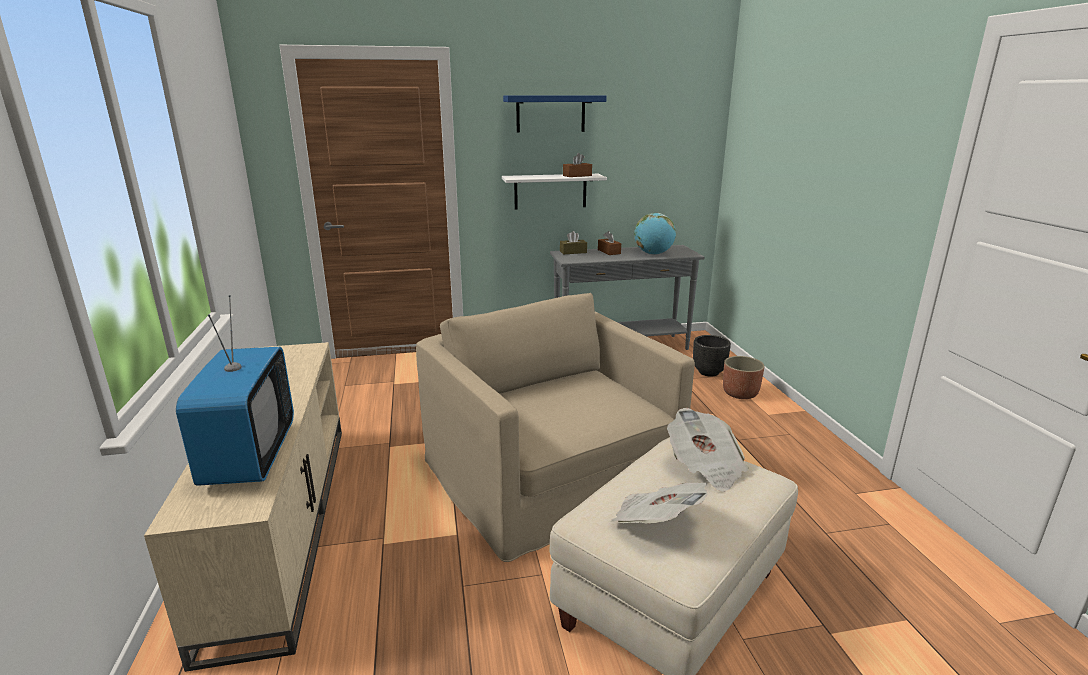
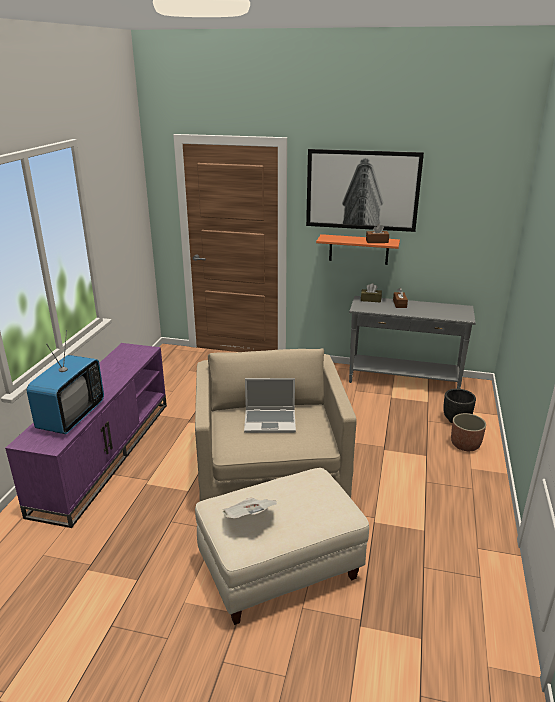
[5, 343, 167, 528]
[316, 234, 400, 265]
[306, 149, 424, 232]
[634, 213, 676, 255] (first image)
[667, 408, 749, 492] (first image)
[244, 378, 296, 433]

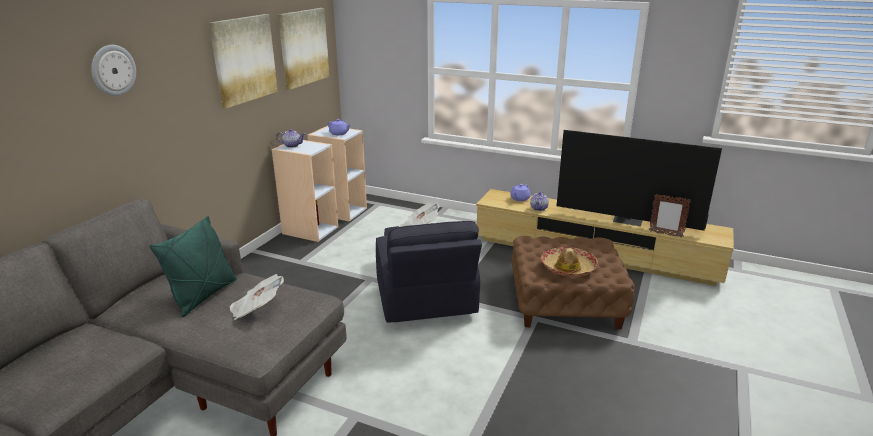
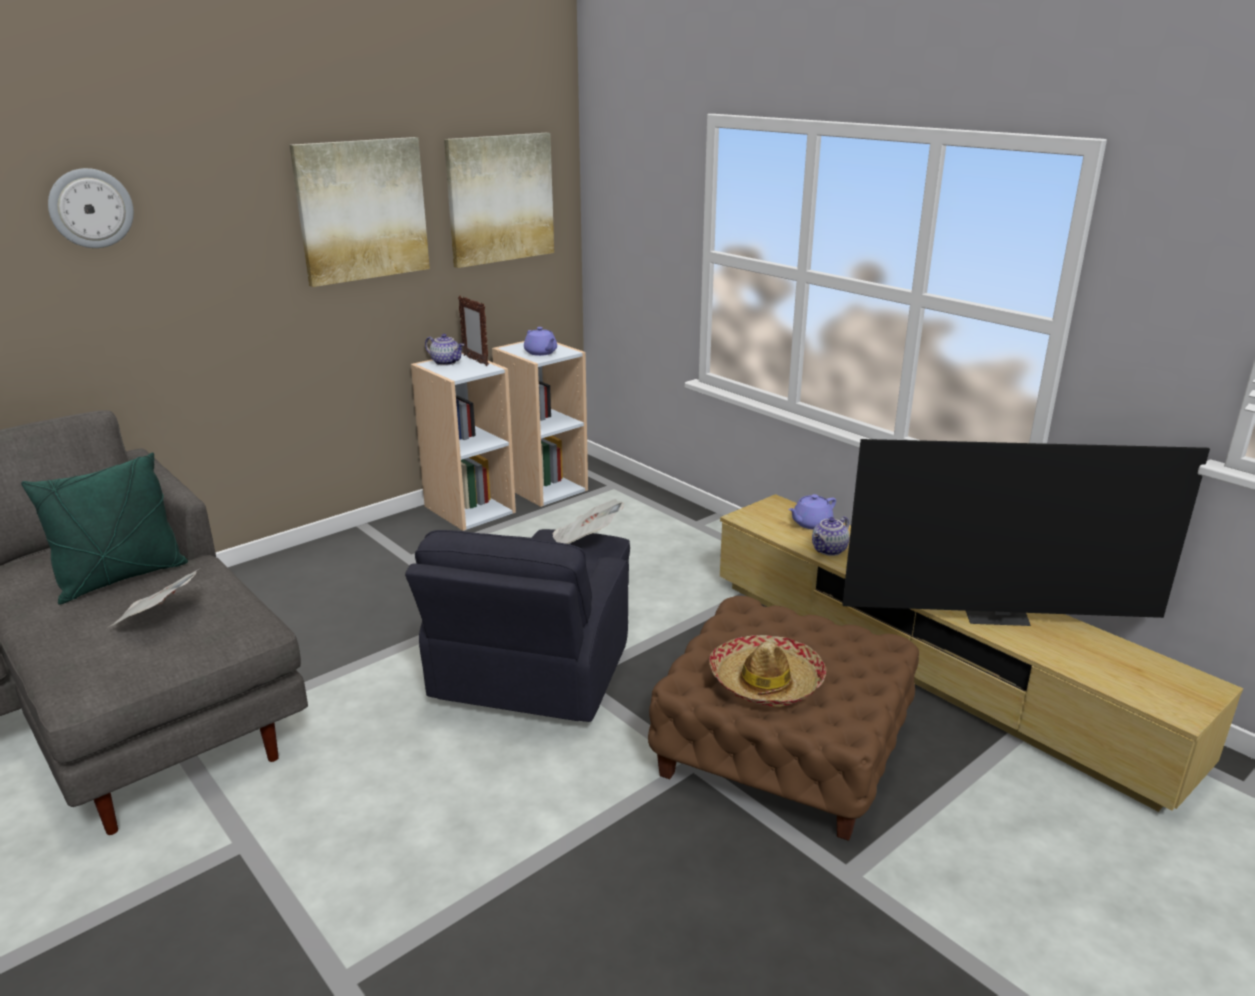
[842, 439, 1210, 626]
[458, 296, 489, 366]

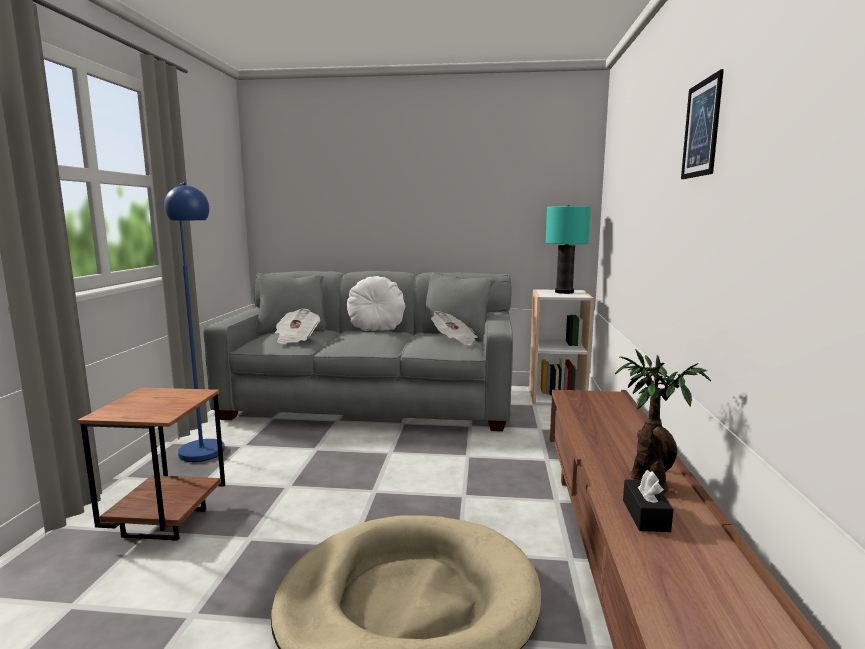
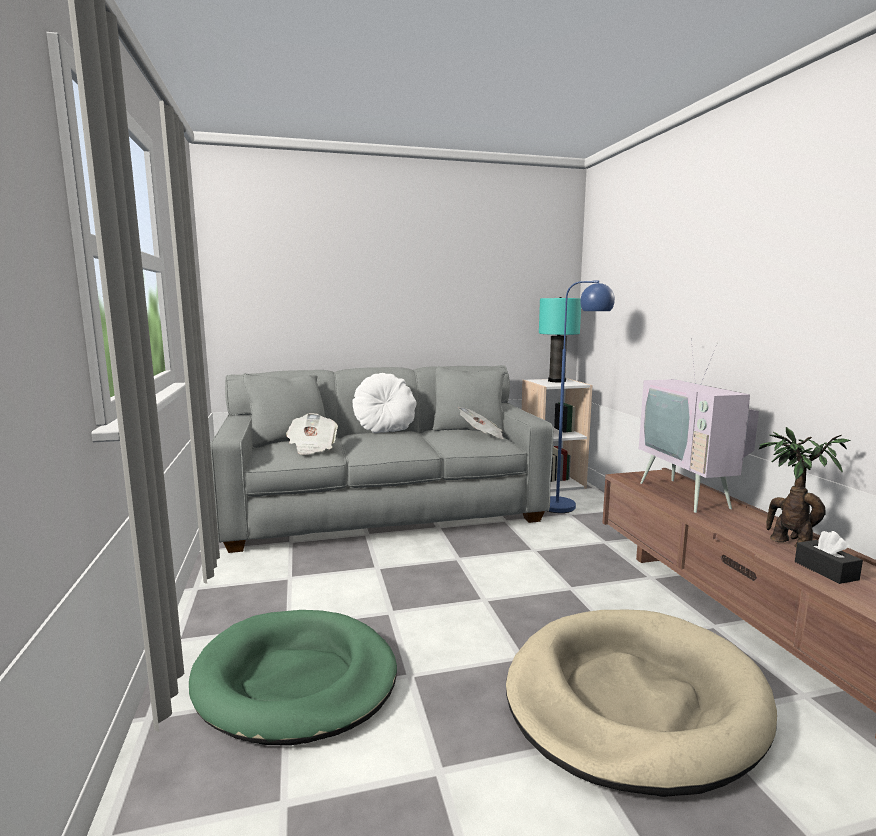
[189, 610, 397, 745]
[548, 280, 615, 513]
[681, 69, 724, 179] (first image)
[639, 338, 759, 513]

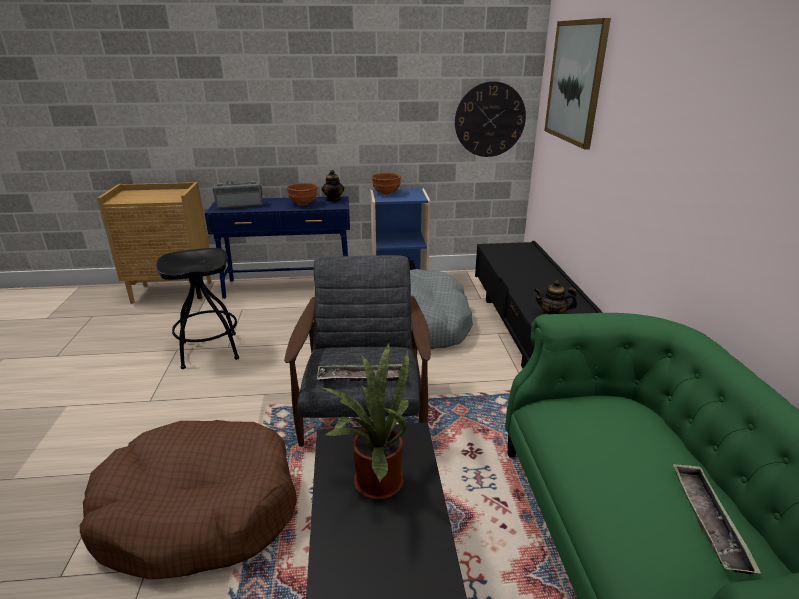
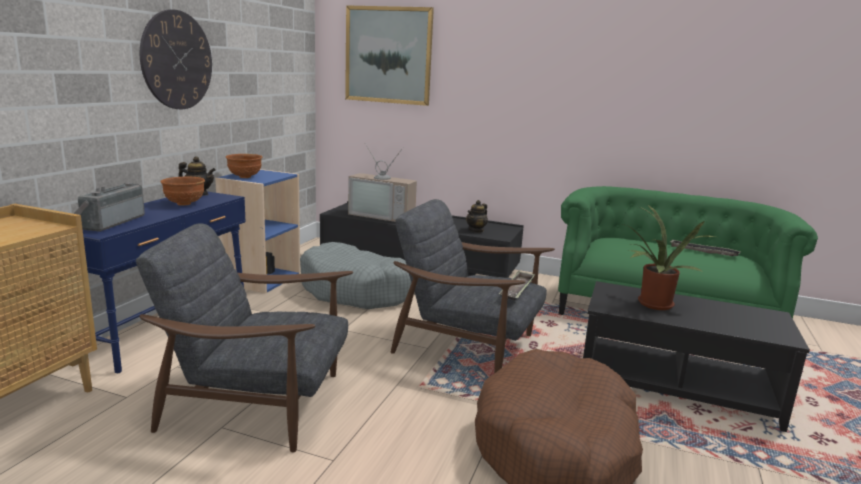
[136, 223, 353, 452]
[140, 9, 212, 109]
[348, 143, 417, 222]

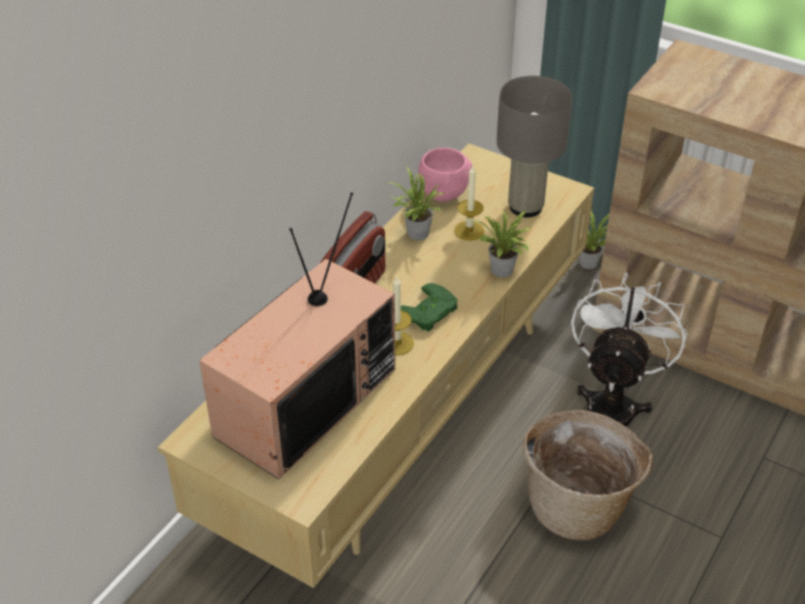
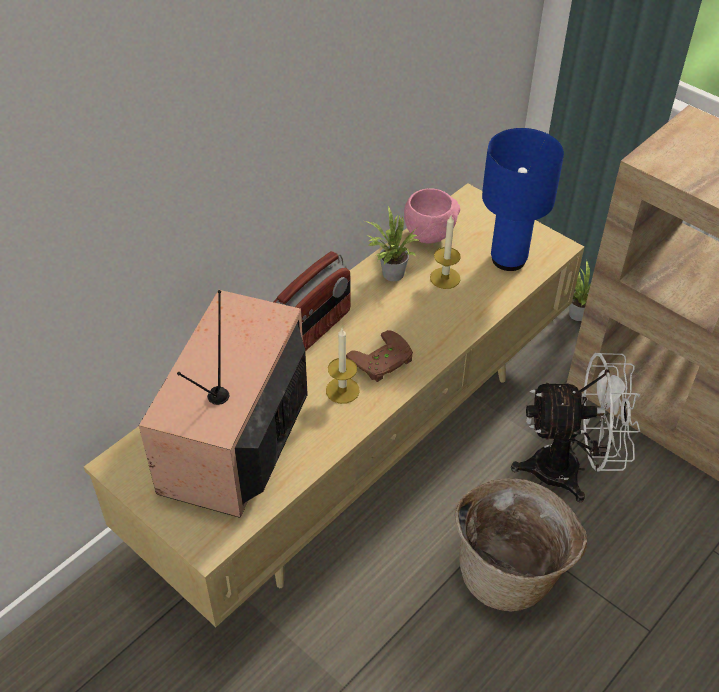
[139, 290, 308, 518]
[346, 330, 413, 382]
[472, 209, 532, 277] (first image)
[482, 128, 564, 271]
[511, 353, 640, 502]

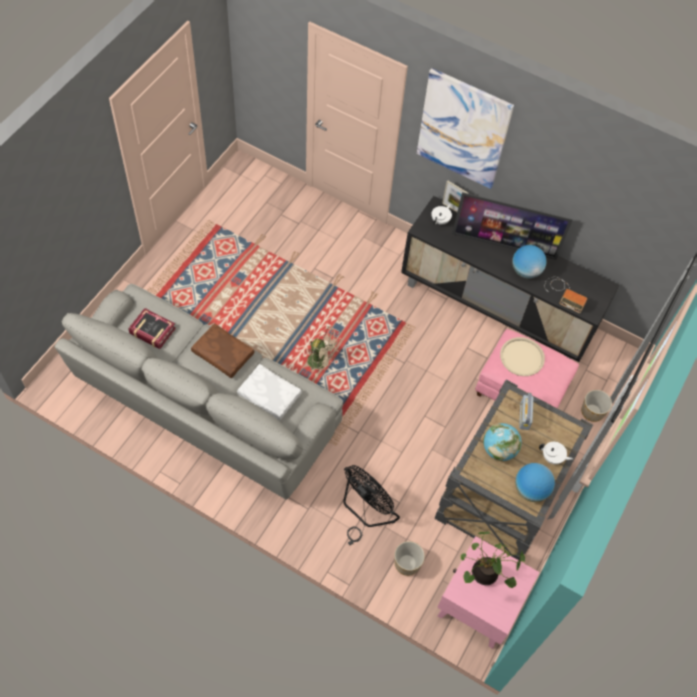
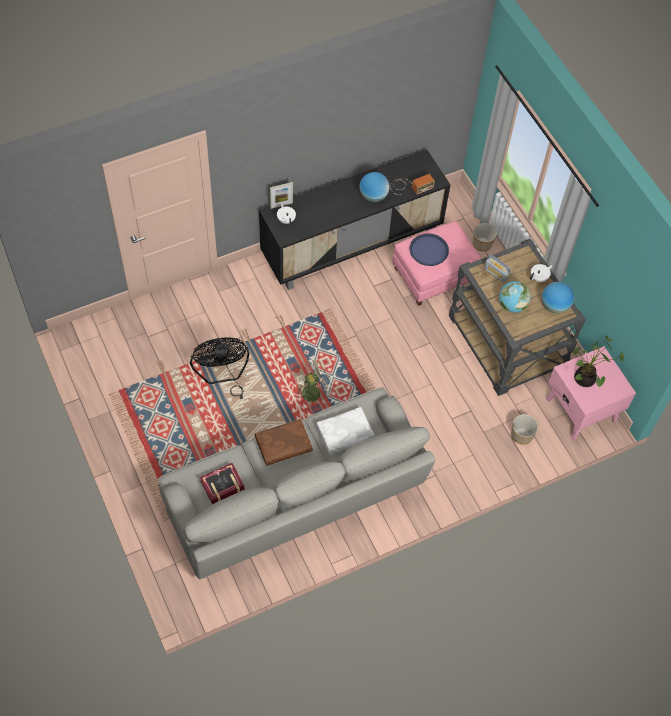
[190, 338, 249, 399]
[417, 68, 514, 189] (first image)
[452, 192, 573, 260] (first image)
[410, 233, 449, 266]

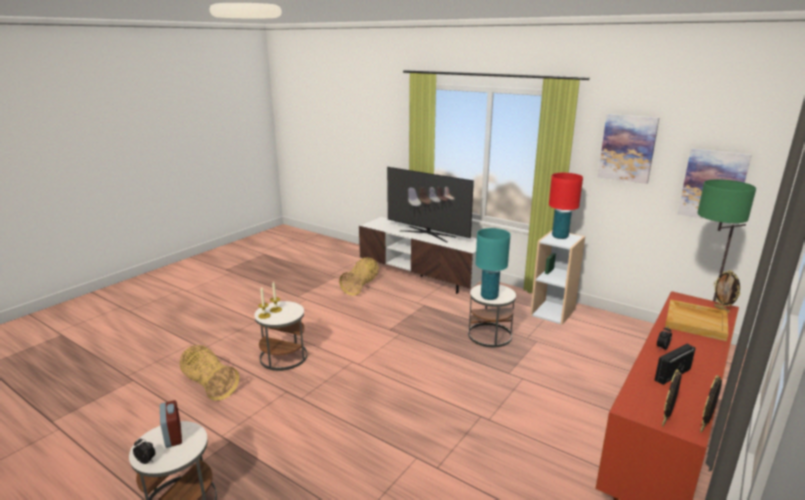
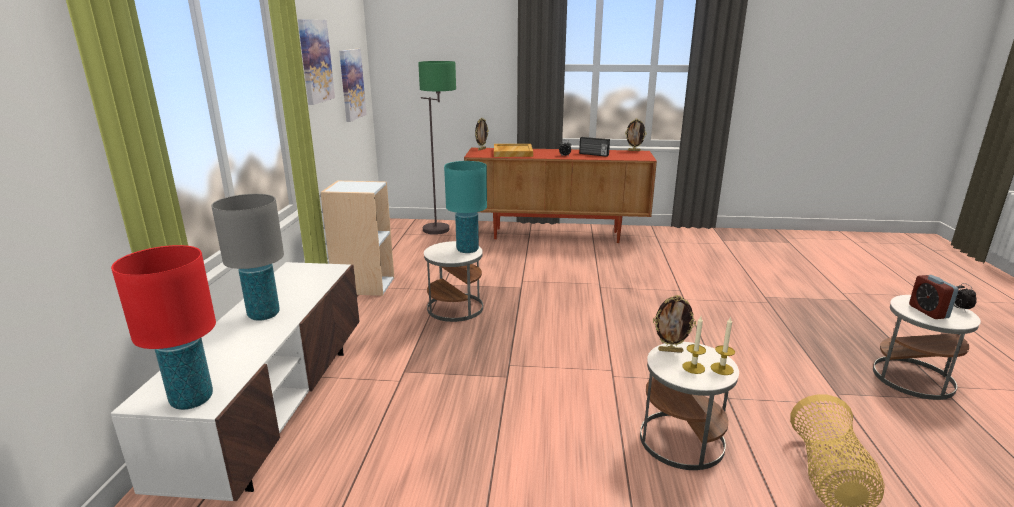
[909, 275, 959, 319]
[339, 258, 379, 295] (first image)
[211, 194, 284, 321]
[111, 245, 216, 410]
[653, 295, 696, 353]

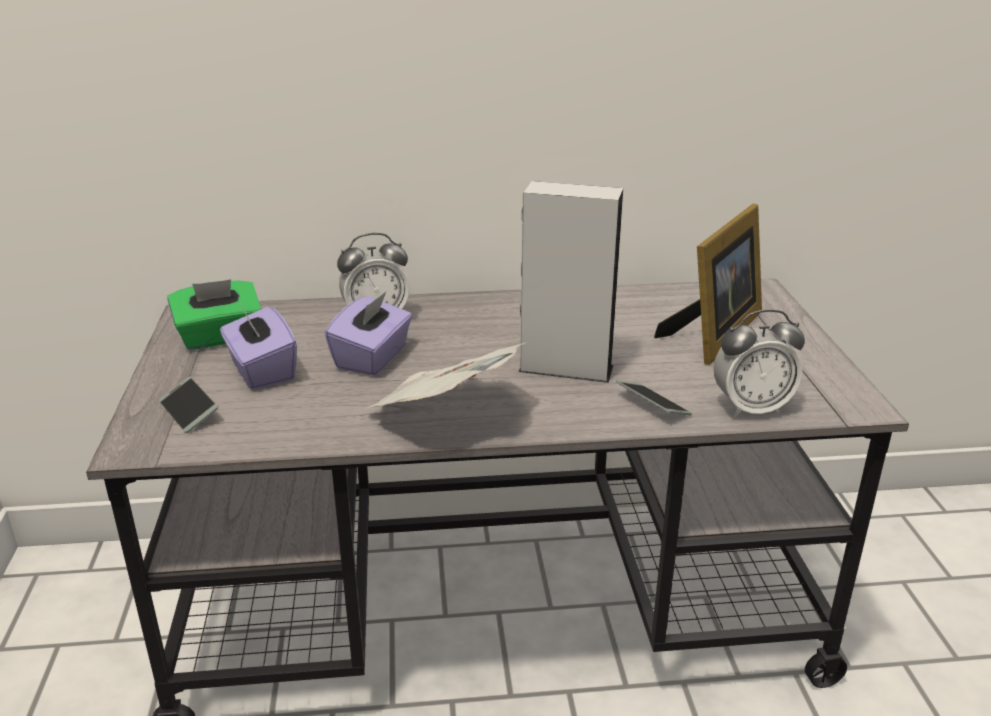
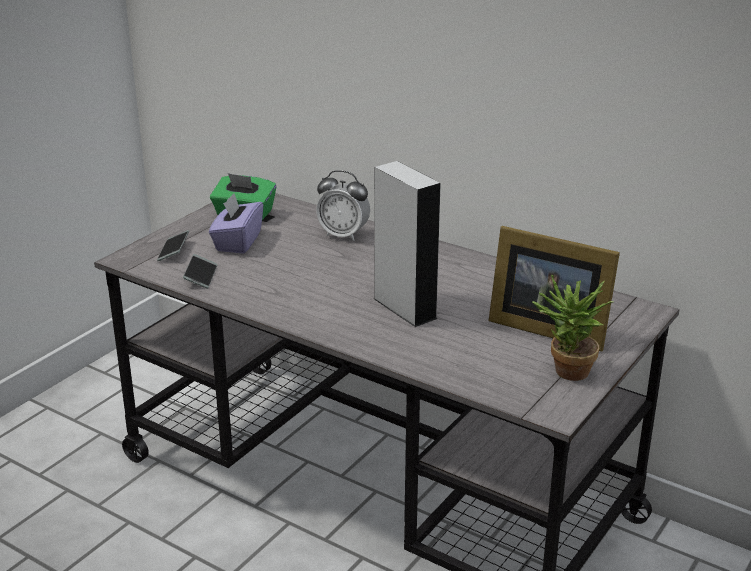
[325, 291, 412, 376] (first image)
[365, 342, 527, 409] (first image)
[183, 254, 217, 289]
[489, 226, 620, 351]
[714, 309, 805, 418] (first image)
[532, 274, 613, 381]

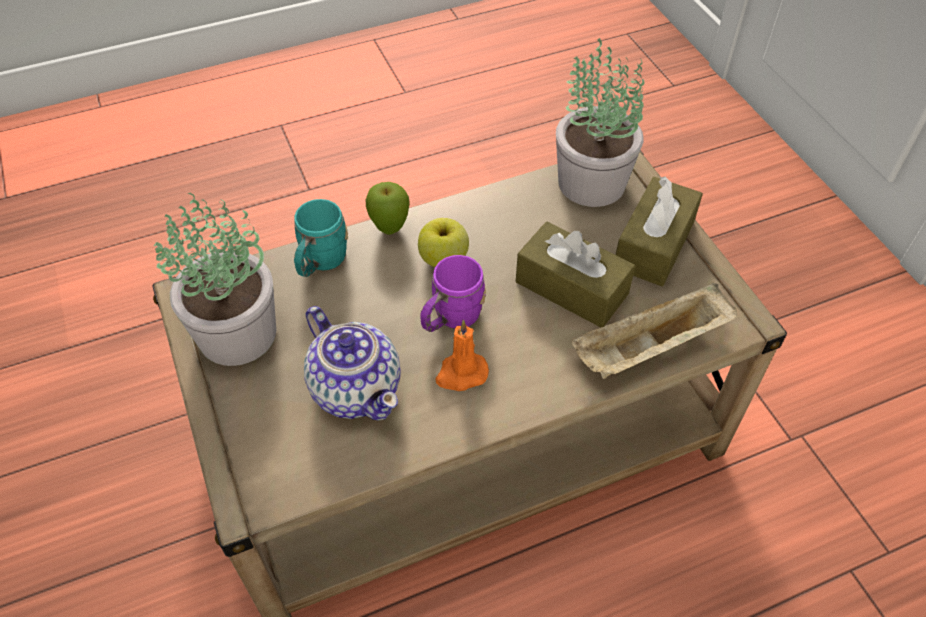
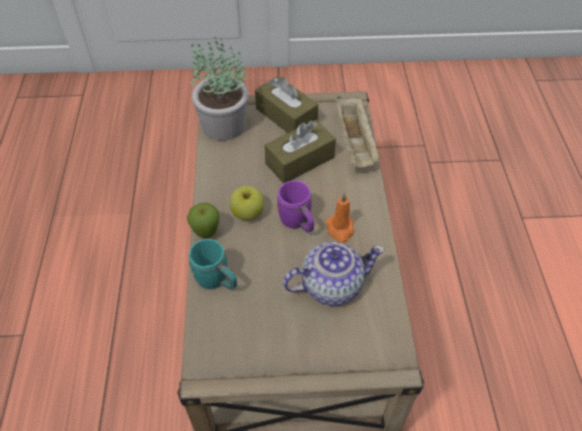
[154, 193, 276, 366] (first image)

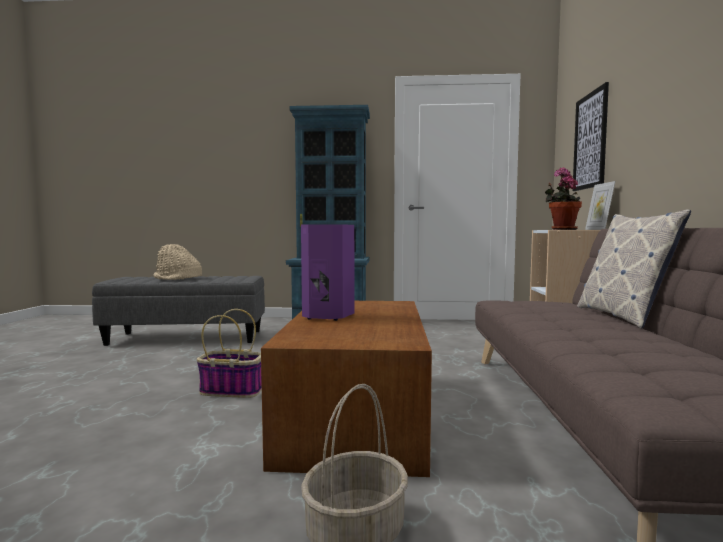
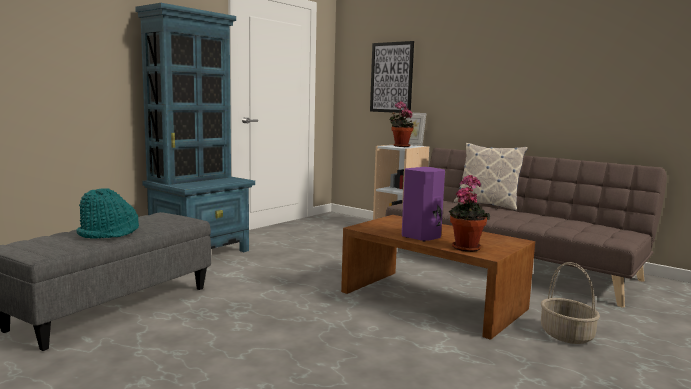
[76, 188, 139, 238]
[197, 309, 262, 398] (first image)
[449, 175, 490, 252]

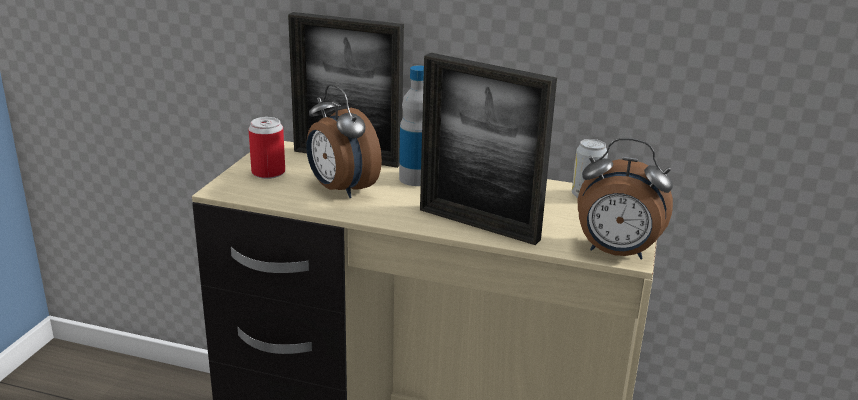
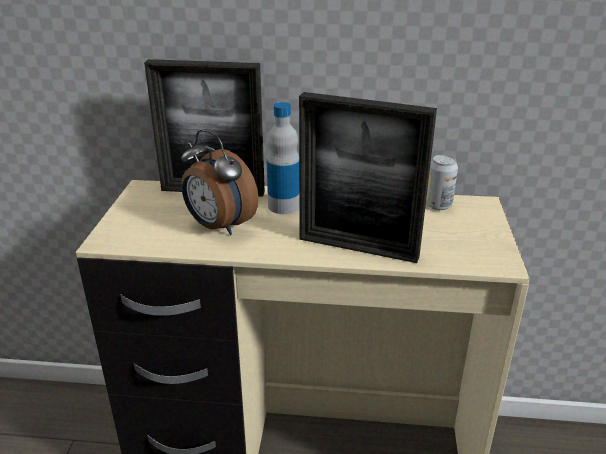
[249, 117, 285, 179] (first image)
[578, 138, 673, 260] (first image)

